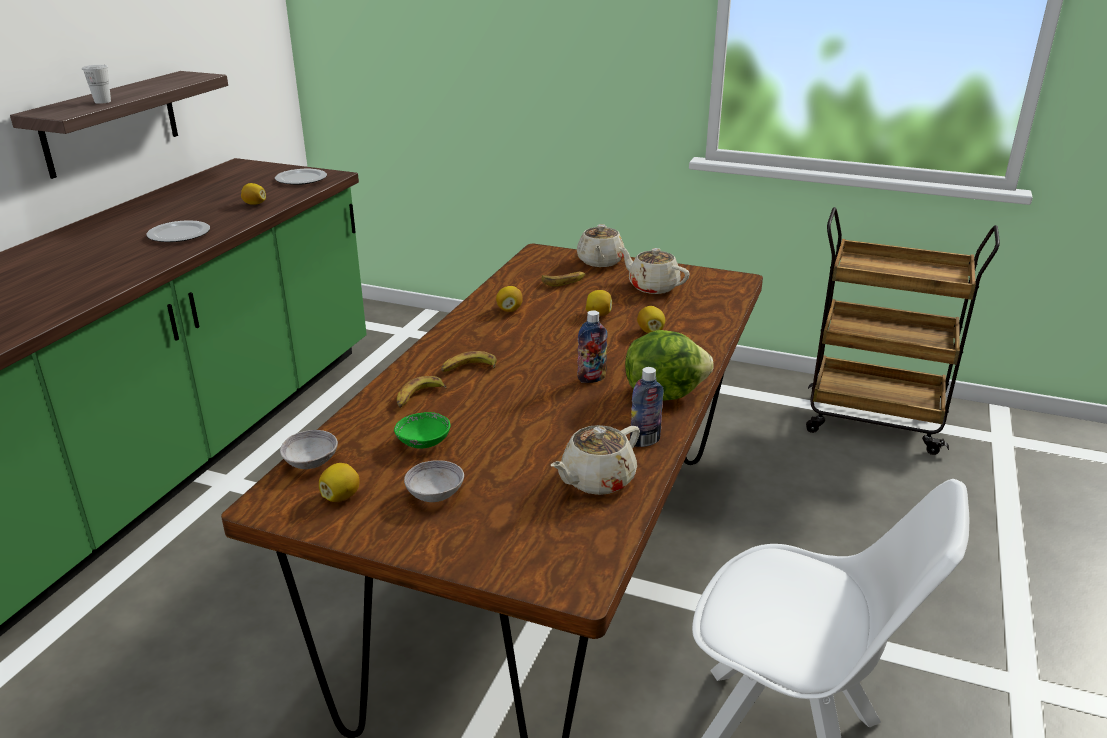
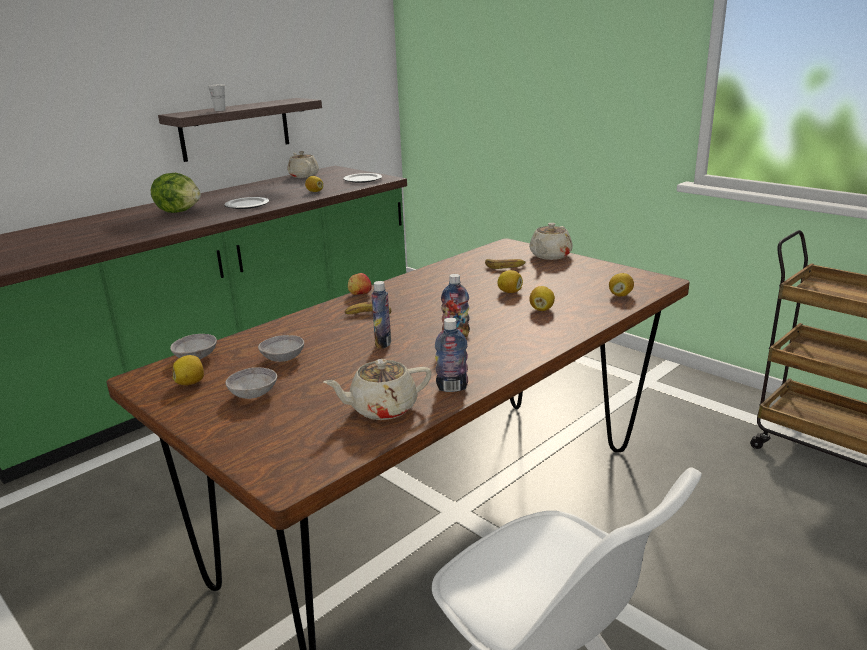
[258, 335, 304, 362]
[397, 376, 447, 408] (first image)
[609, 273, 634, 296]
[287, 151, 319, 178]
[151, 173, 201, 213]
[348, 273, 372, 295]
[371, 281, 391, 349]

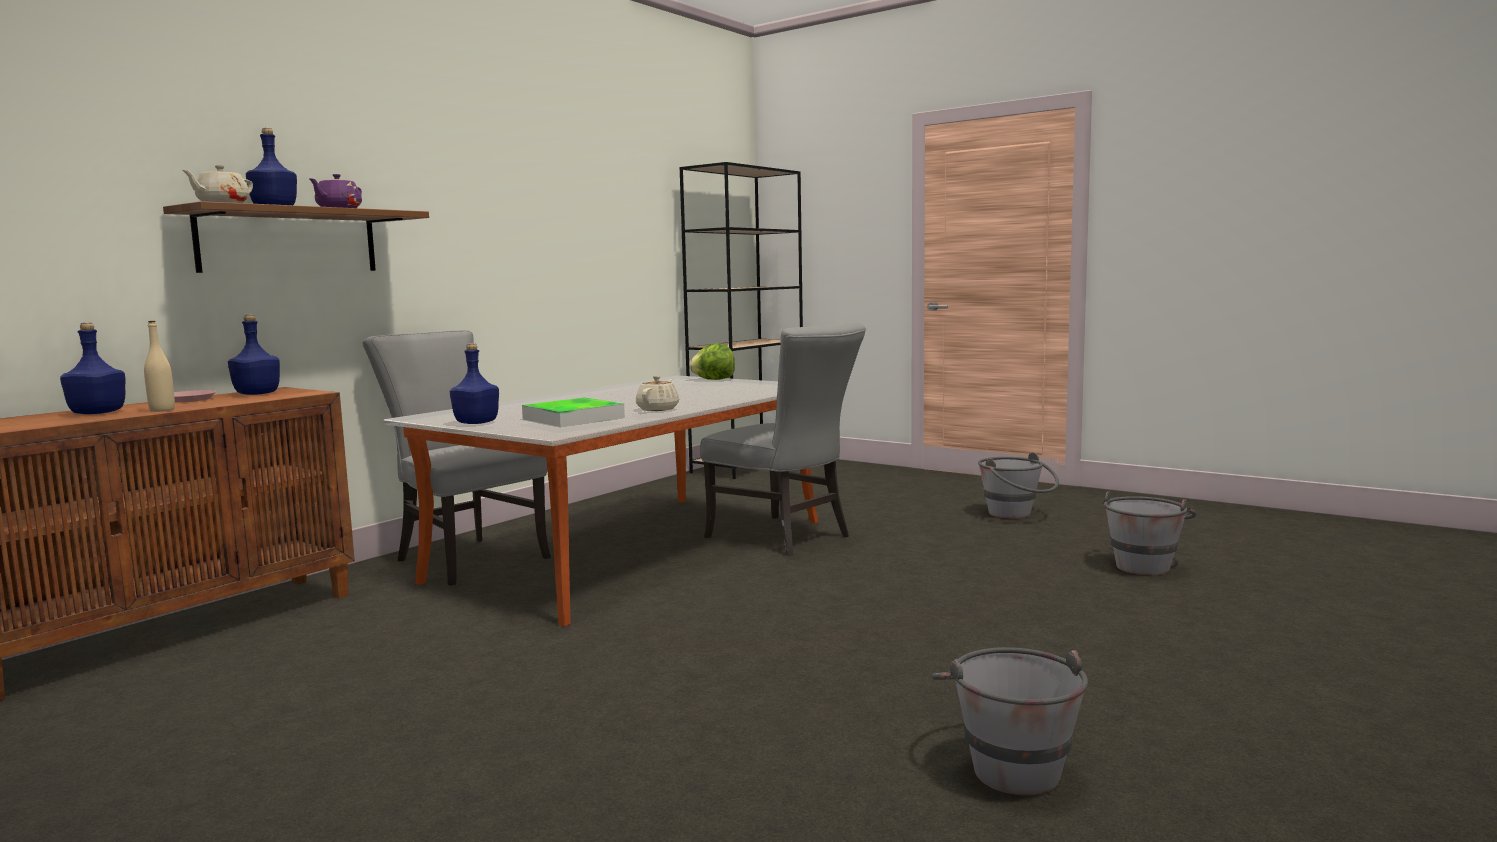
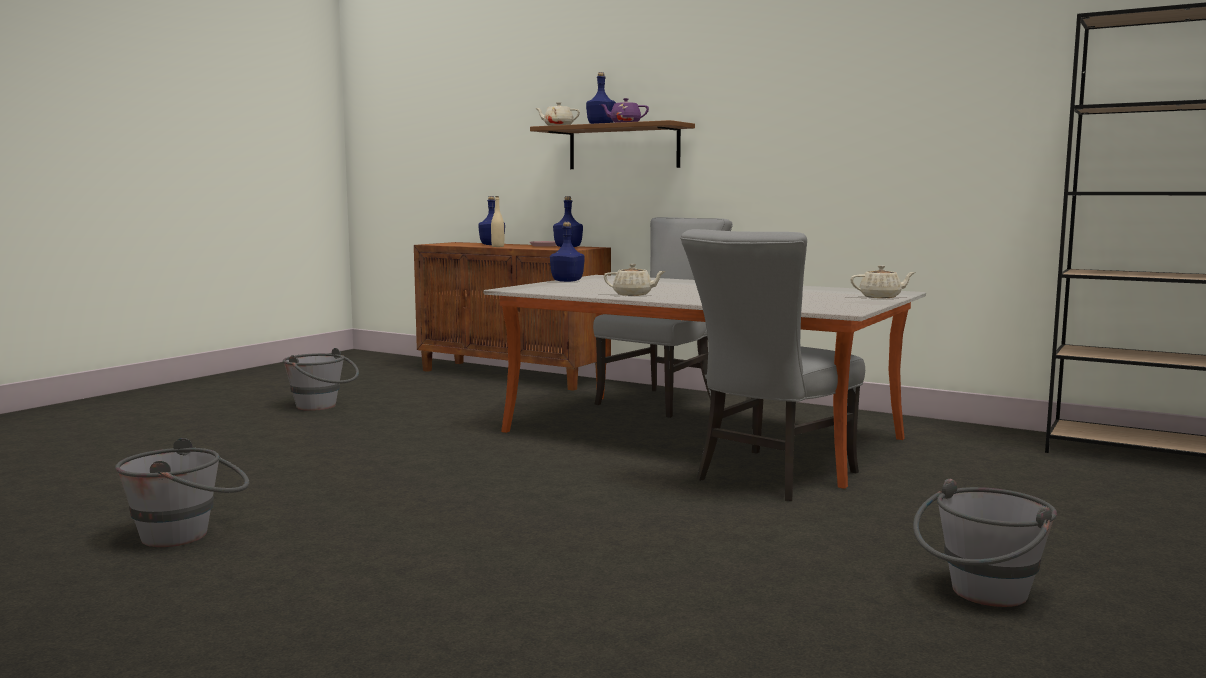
[522, 398, 625, 427] (first image)
[850, 265, 916, 298]
[283, 348, 359, 411]

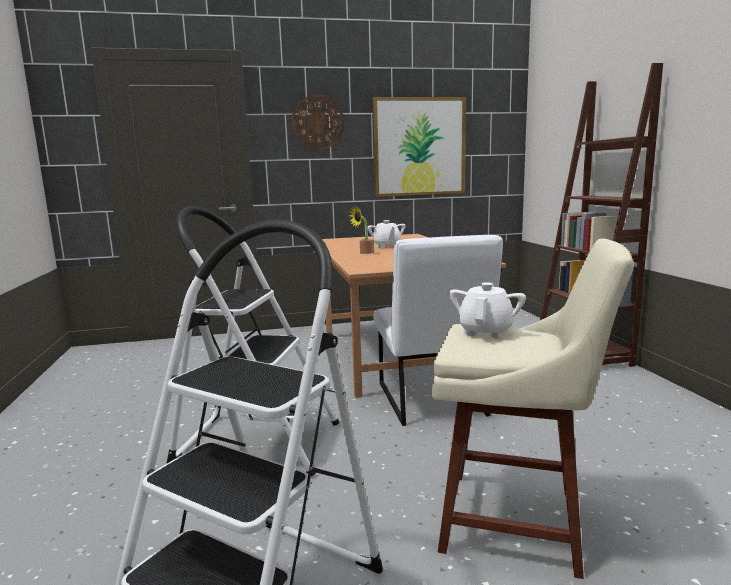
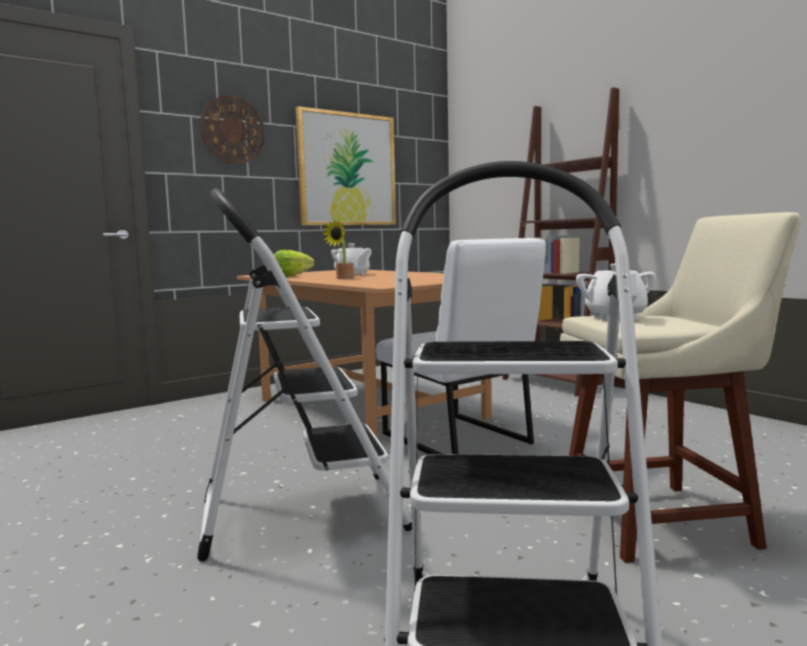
[274, 250, 315, 276]

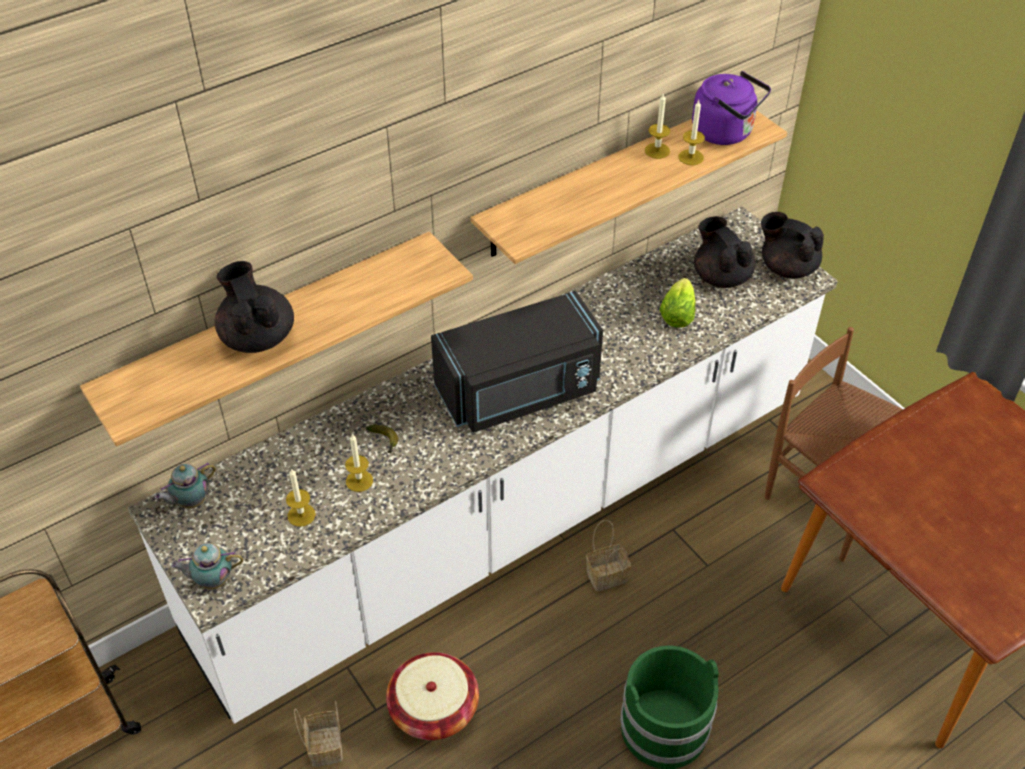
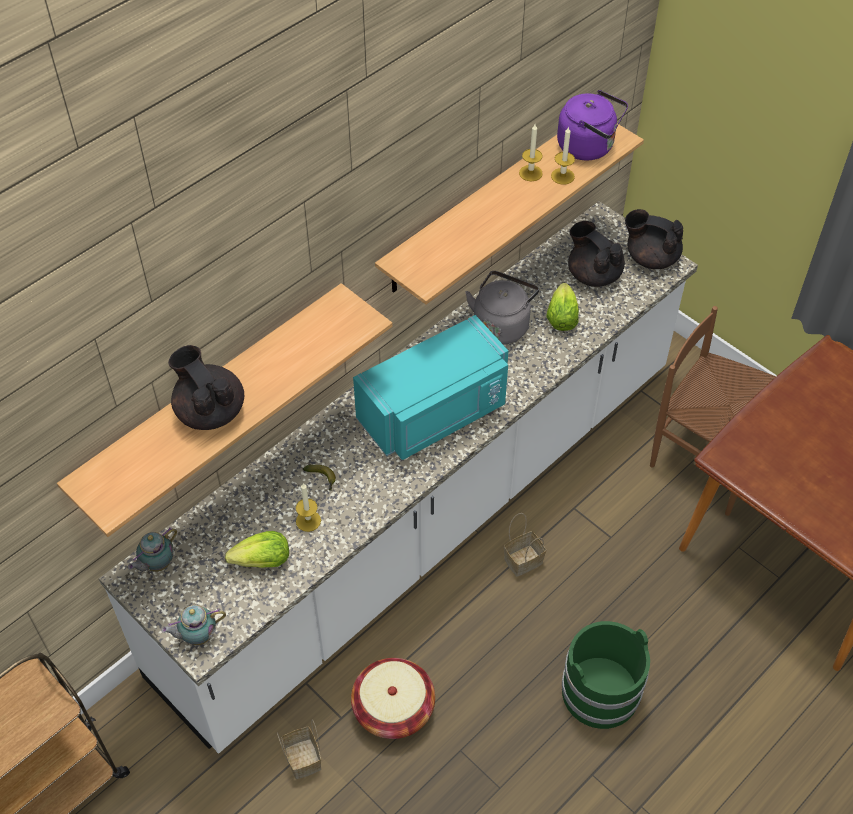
[225, 531, 289, 568]
[353, 315, 508, 460]
[465, 271, 539, 345]

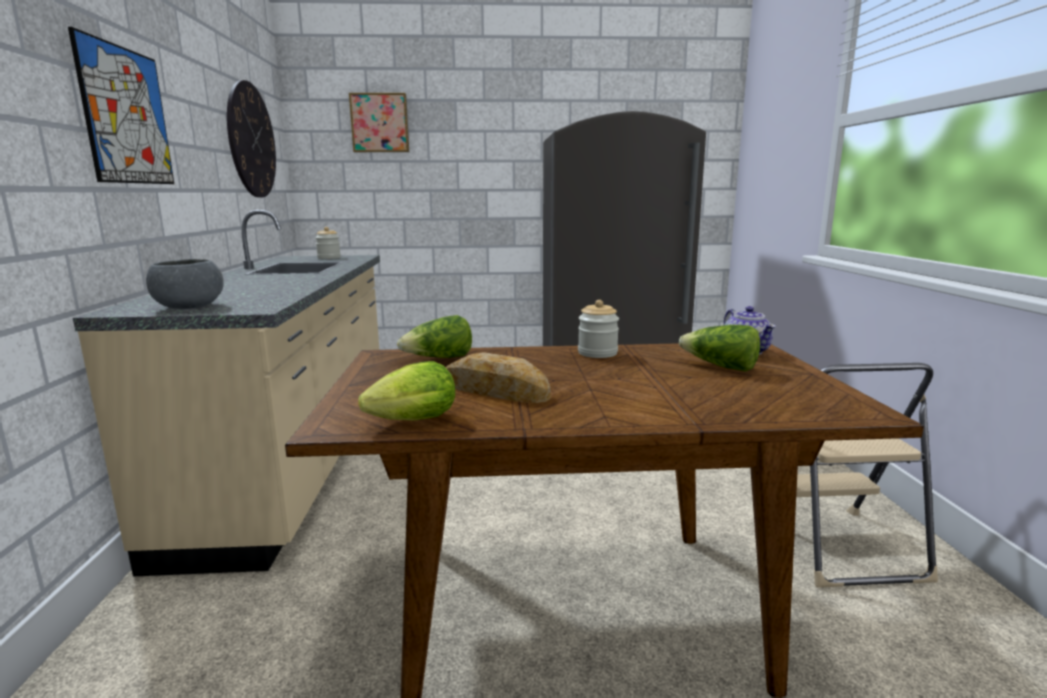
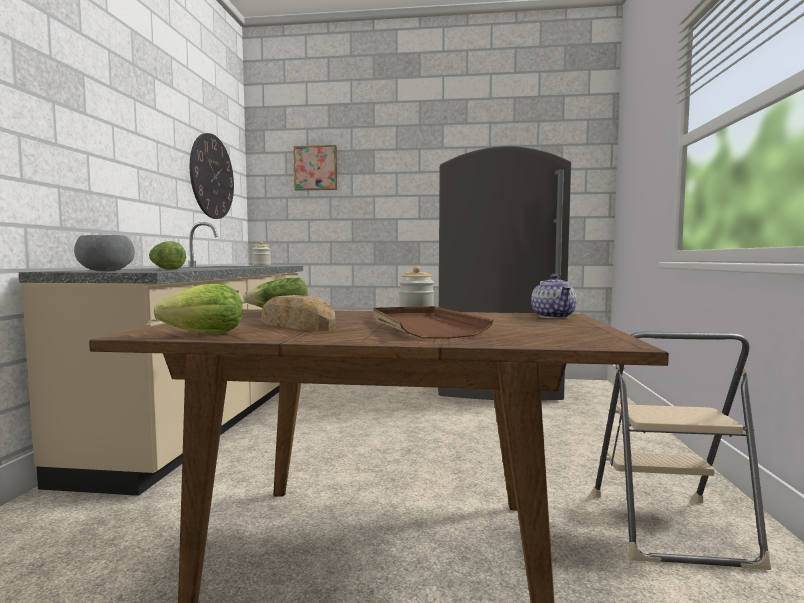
[68, 27, 174, 184] (first image)
[149, 241, 186, 270]
[373, 306, 494, 339]

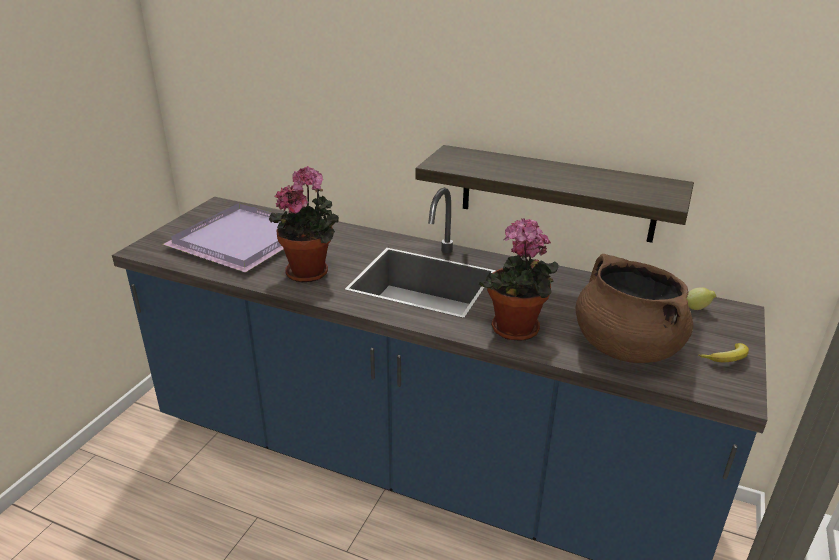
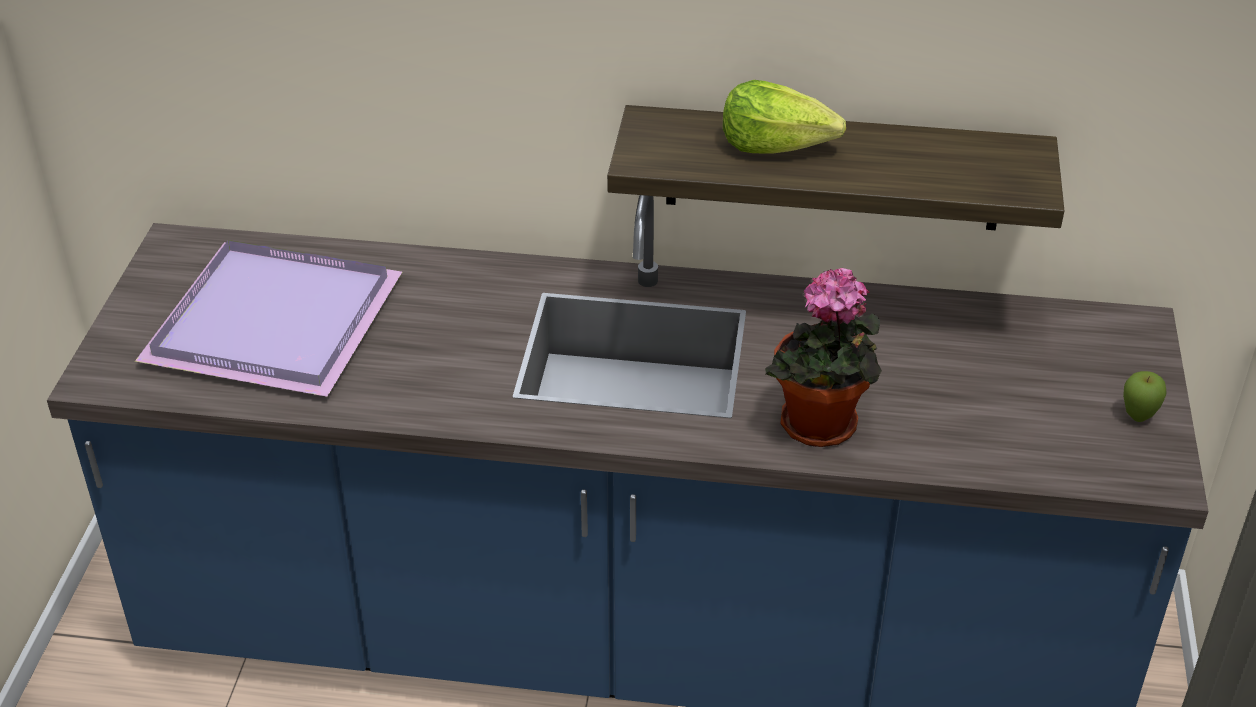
[269, 166, 339, 282] (first image)
[576, 254, 693, 363] (first image)
[686, 287, 716, 310] (first image)
[1123, 371, 1167, 422]
[723, 80, 846, 153]

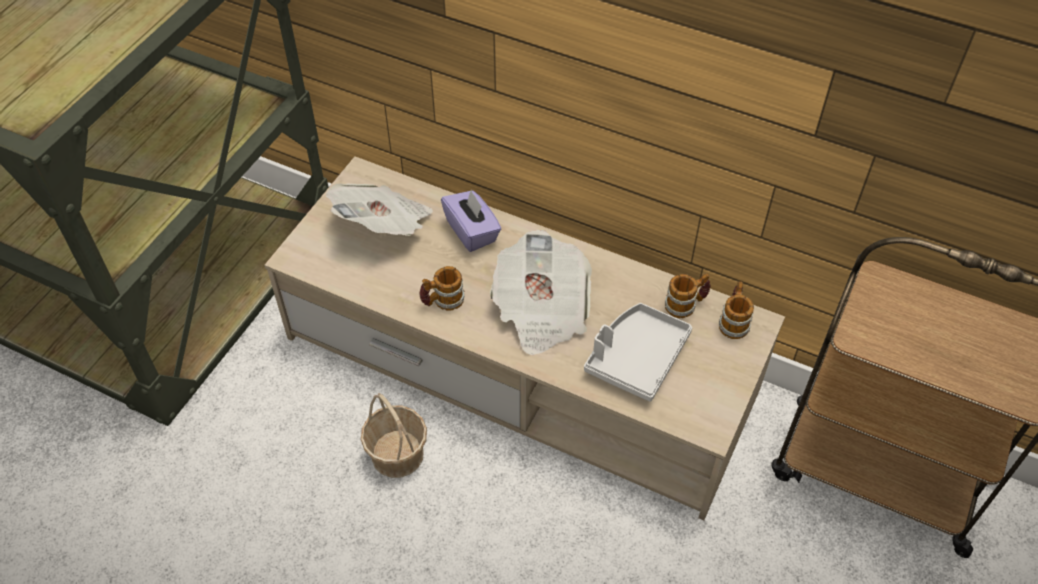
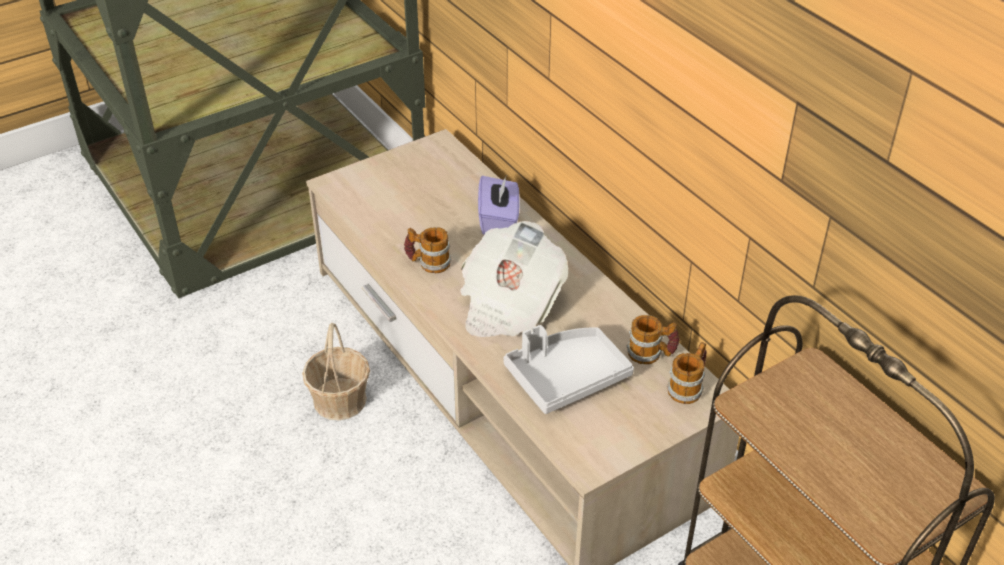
[326, 183, 433, 236] (first image)

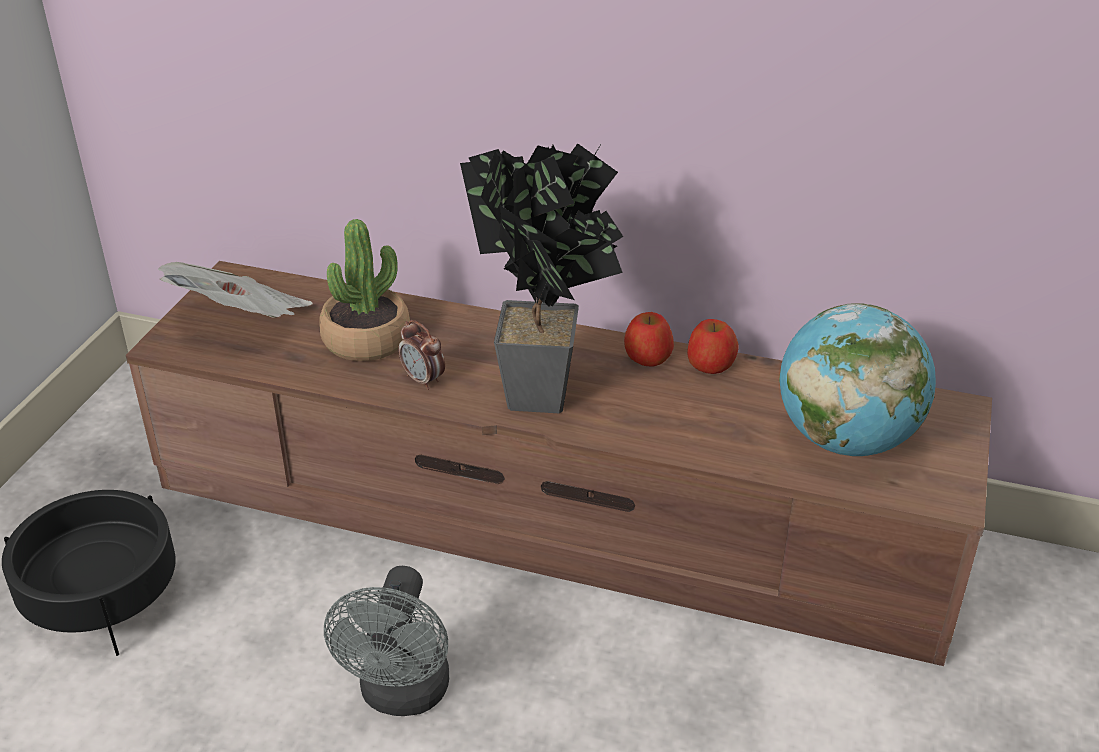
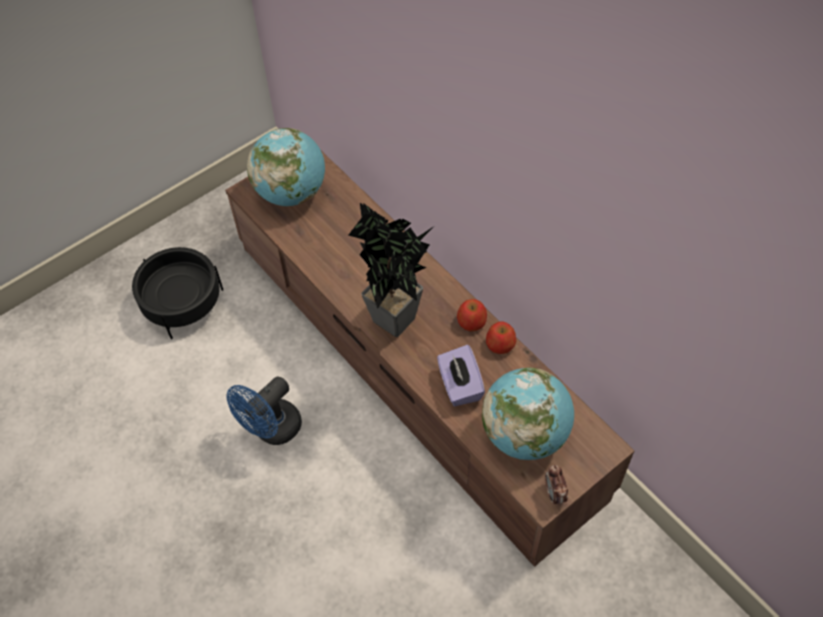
[247, 128, 325, 206]
[319, 219, 410, 361] (first image)
[227, 376, 302, 445]
[545, 465, 568, 504]
[437, 345, 485, 406]

